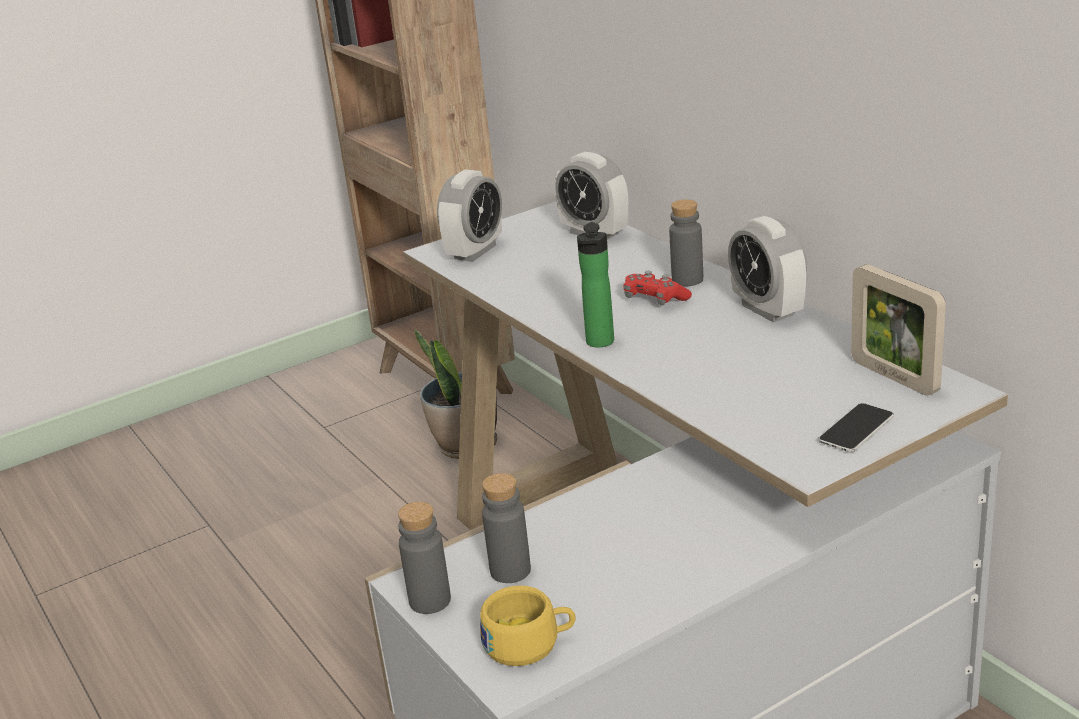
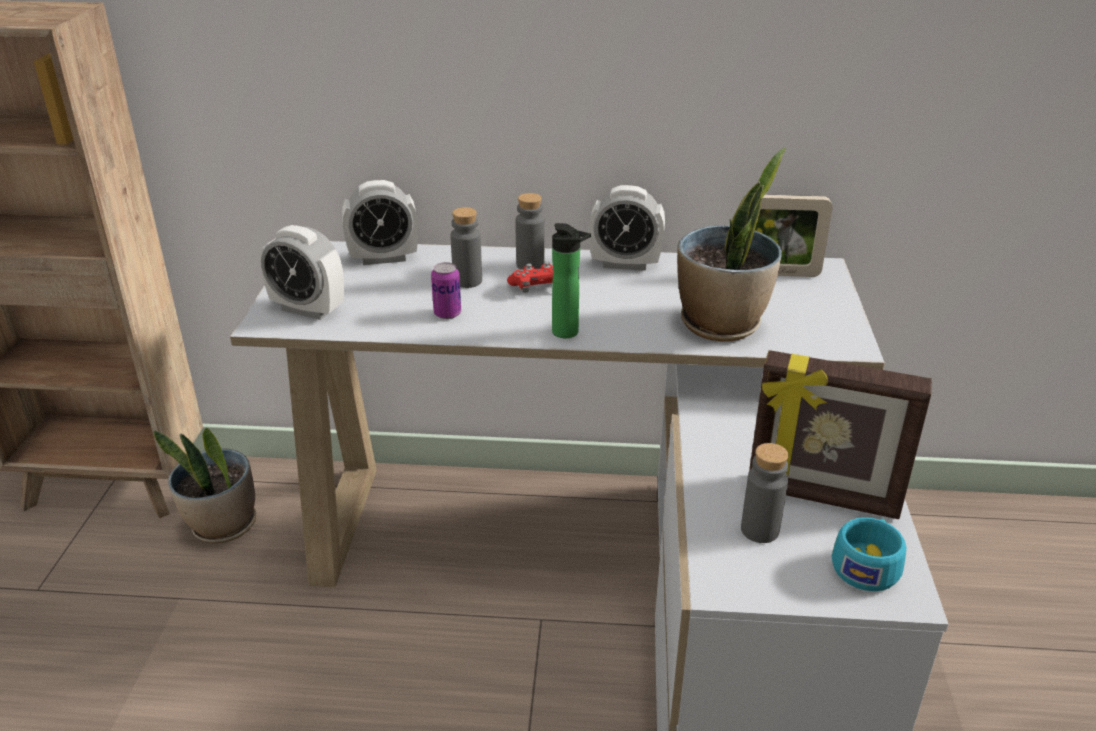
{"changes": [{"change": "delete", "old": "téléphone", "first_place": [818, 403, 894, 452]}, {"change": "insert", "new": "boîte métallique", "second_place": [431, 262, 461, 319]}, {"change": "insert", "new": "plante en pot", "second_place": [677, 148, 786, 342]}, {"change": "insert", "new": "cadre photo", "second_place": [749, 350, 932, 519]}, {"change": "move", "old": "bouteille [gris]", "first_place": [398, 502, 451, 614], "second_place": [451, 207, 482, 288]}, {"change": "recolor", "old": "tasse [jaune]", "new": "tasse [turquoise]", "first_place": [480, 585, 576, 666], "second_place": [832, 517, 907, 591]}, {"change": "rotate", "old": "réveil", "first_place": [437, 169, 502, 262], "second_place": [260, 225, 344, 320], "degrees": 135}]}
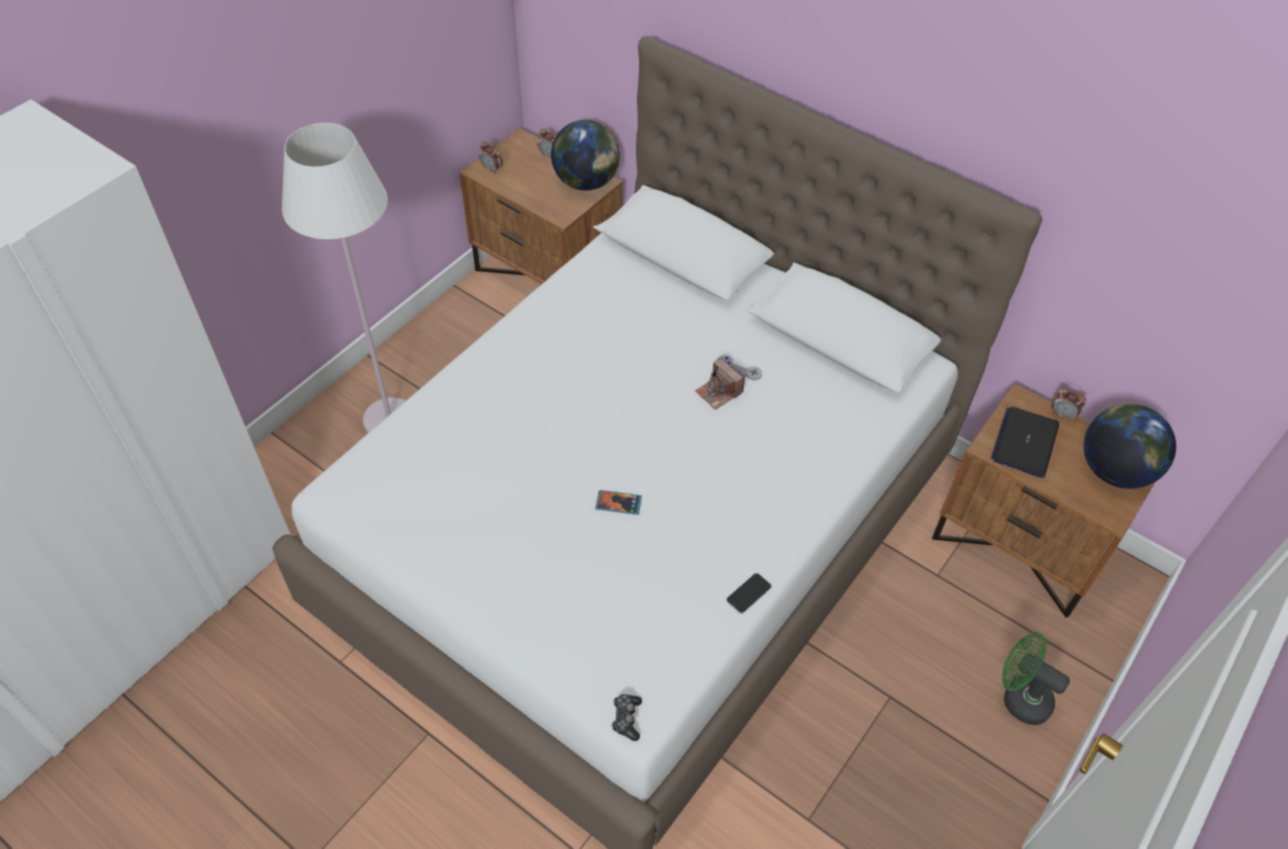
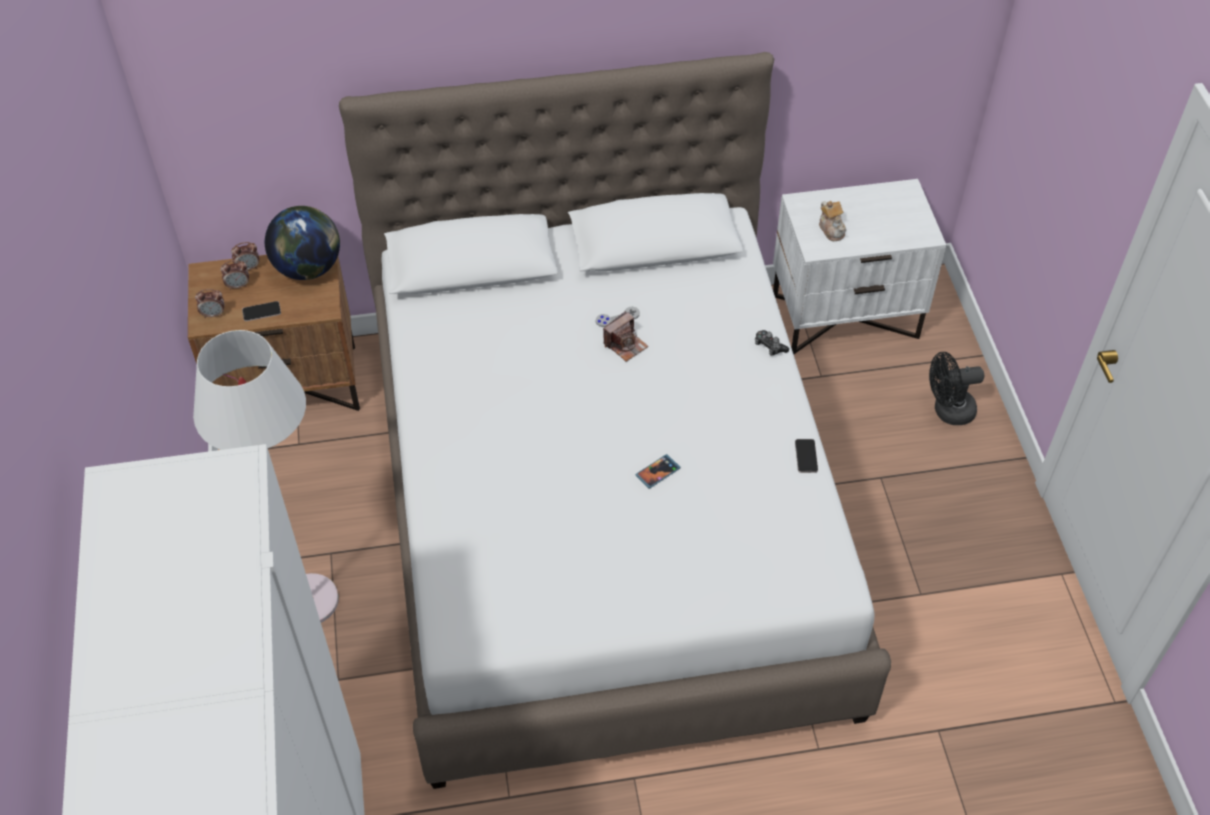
{"changes": [{"change": "delete", "old": "globe", "first_place": [1084, 404, 1176, 489]}, {"change": "insert", "new": "téléphone", "second_place": [242, 301, 281, 321]}, {"change": "move", "old": "manette", "first_place": [611, 694, 642, 741], "second_place": [755, 330, 789, 356]}, {"change": "move", "old": "réveil", "first_place": [1052, 388, 1086, 421], "second_place": [220, 260, 249, 290]}, {"change": "replace", "old": "ordinateur portable", "new": "théière", "first_place": [991, 407, 1059, 478], "second_place": [819, 201, 846, 241]}, {"change": "recolor", "old": "table de chevet [marron]", "new": "table de chevet [blanc]", "first_place": [932, 384, 1155, 618], "second_place": [773, 179, 946, 354]}, {"change": "recolor", "old": "ventilateur [vert]", "new": "ventilateur [noir]", "first_place": [1002, 632, 1070, 725], "second_place": [929, 352, 984, 425]}, {"change": "rotate", "old": "appareil photo", "first_place": [695, 358, 745, 410], "second_place": [603, 311, 648, 362], "degrees": -45}]}
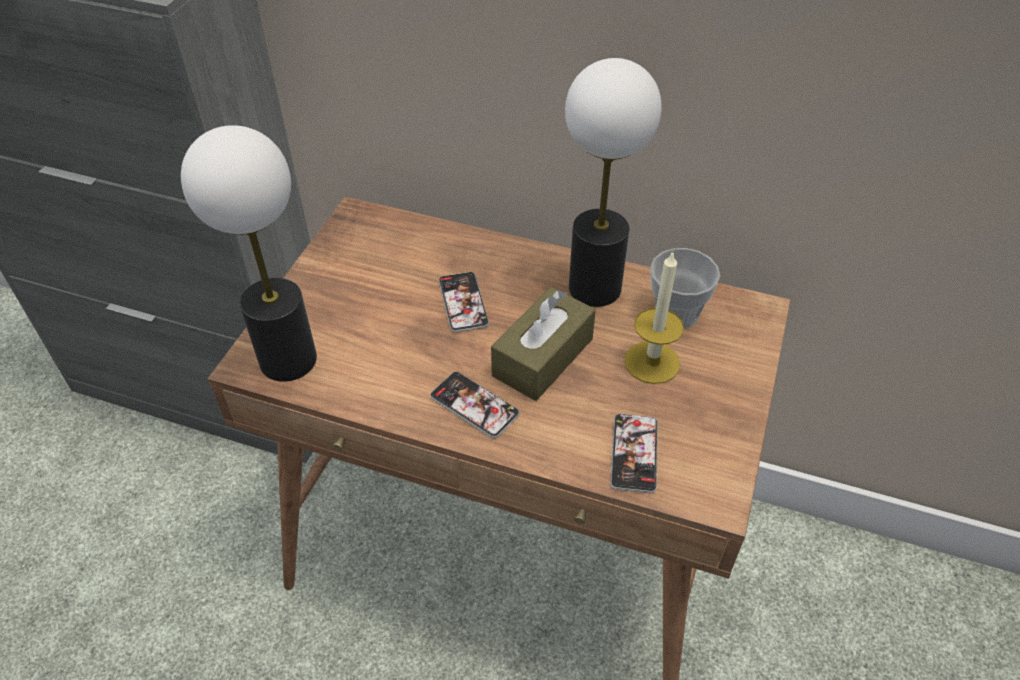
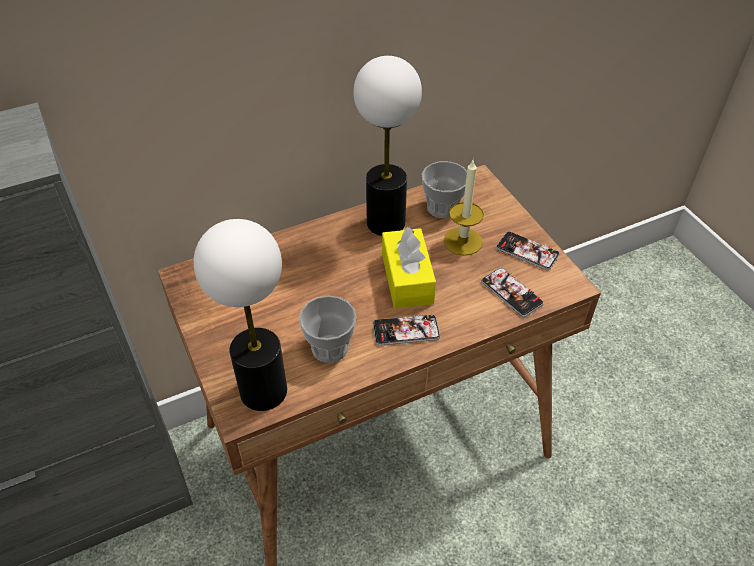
{"changes": [{"change": "insert", "new": "tasse", "second_place": [299, 296, 356, 363]}, {"change": "move", "old": "téléphone", "first_place": [438, 272, 489, 333], "second_place": [496, 232, 560, 270]}, {"change": "recolor", "old": "boîte à mouchoirs [marron]", "new": "boîte à mouchoirs [jaune]", "first_place": [491, 287, 596, 401], "second_place": [382, 227, 436, 309]}]}
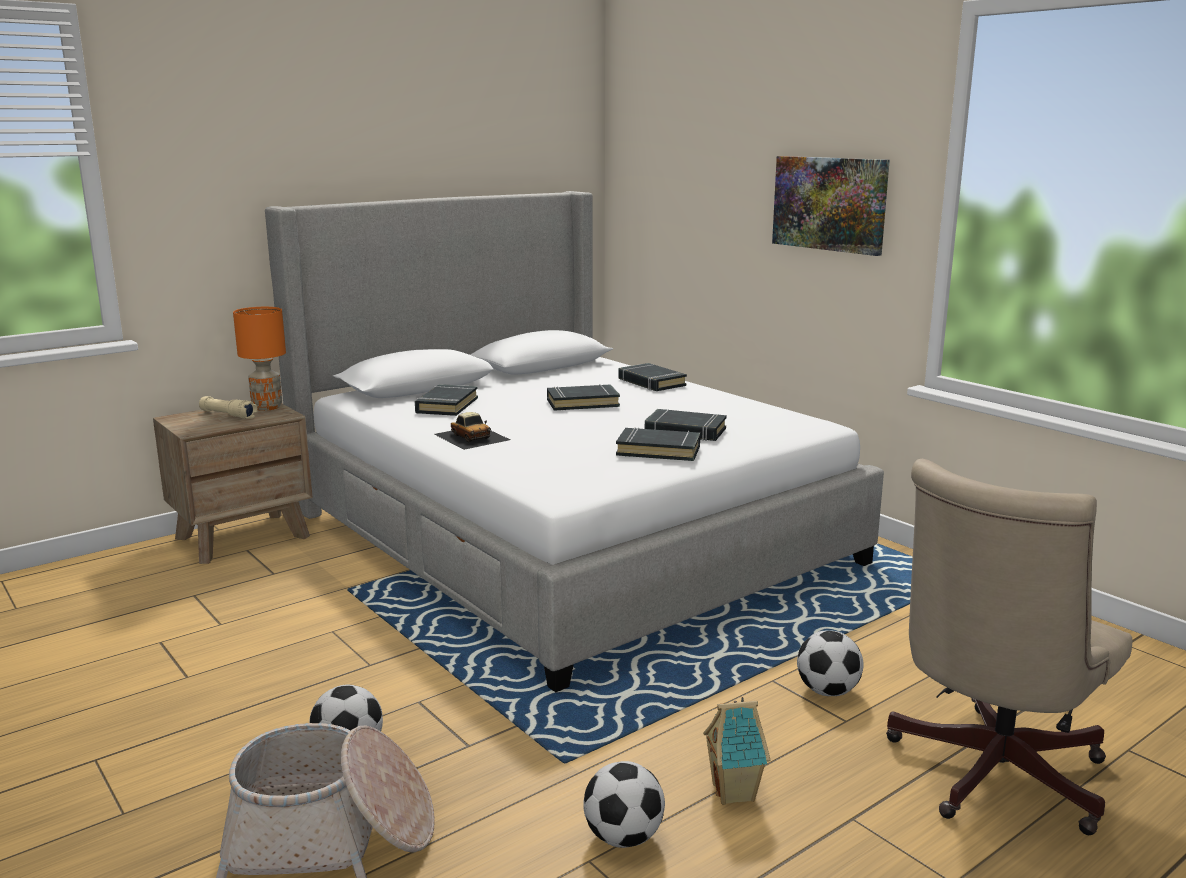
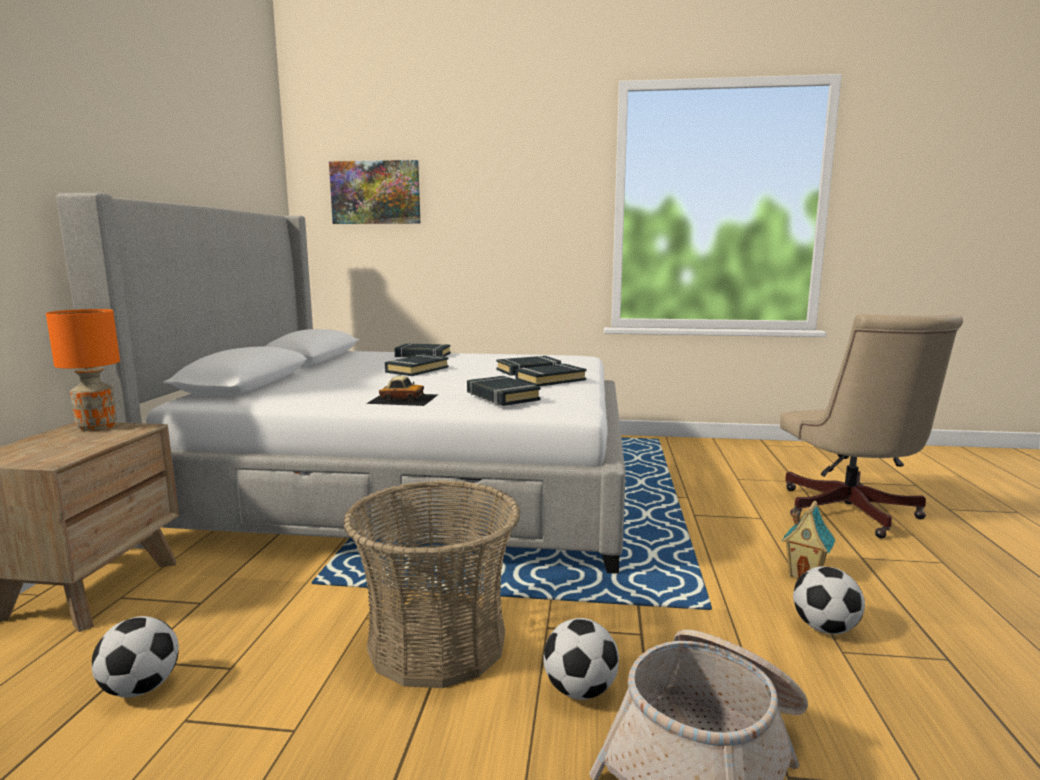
{"changes": [{"change": "delete", "old": "lampe de poche [beige]", "first_place": [199, 396, 258, 419]}, {"change": "insert", "new": "panier", "second_place": [343, 480, 520, 688]}, {"change": "move", "old": "livre [noir]", "first_place": [415, 384, 478, 416], "second_place": [467, 376, 541, 406]}, {"change": "move", "old": "tableau", "first_place": [772, 156, 890, 256], "second_place": [329, 160, 420, 224]}, {"change": "move", "old": "ballon de foot", "first_place": [797, 631, 864, 696], "second_place": [92, 616, 179, 698]}]}
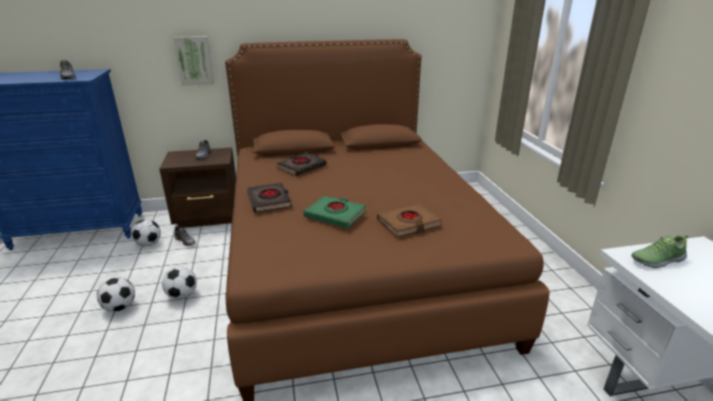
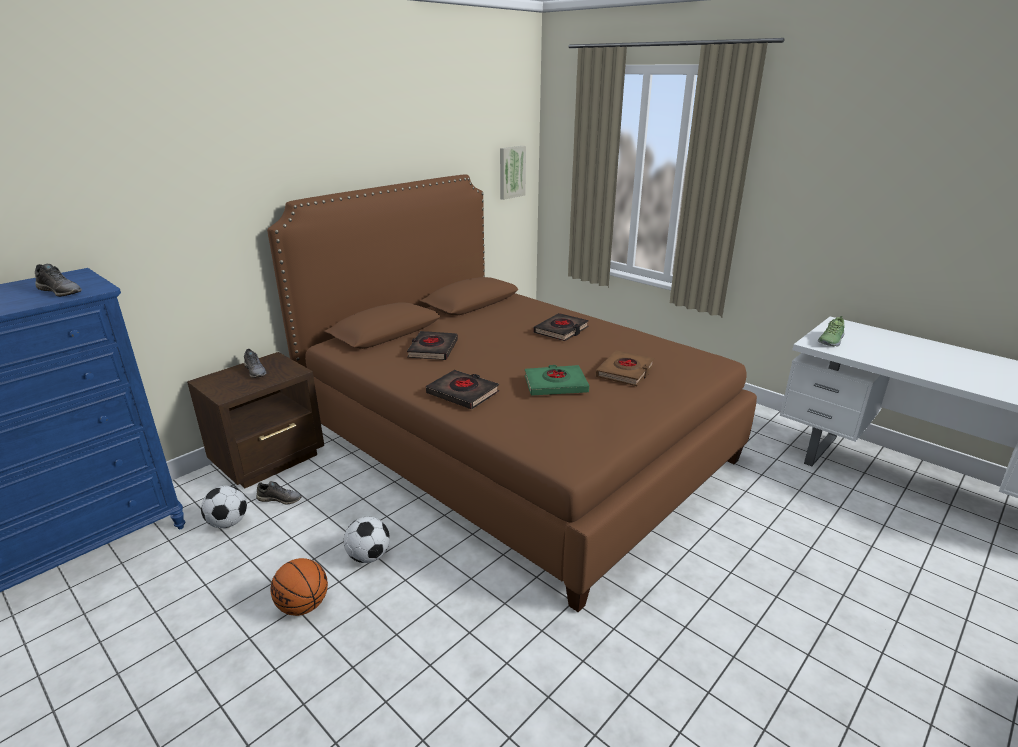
{"changes": [{"change": "insert", "new": "livre [noir]", "second_place": [533, 313, 589, 341]}, {"change": "move", "old": "tableau", "first_place": [173, 36, 214, 86], "second_place": [500, 146, 526, 200]}, {"change": "replace", "old": "ballon de foot", "new": "ballon de basket", "first_place": [97, 277, 135, 312], "second_place": [270, 558, 328, 616]}]}
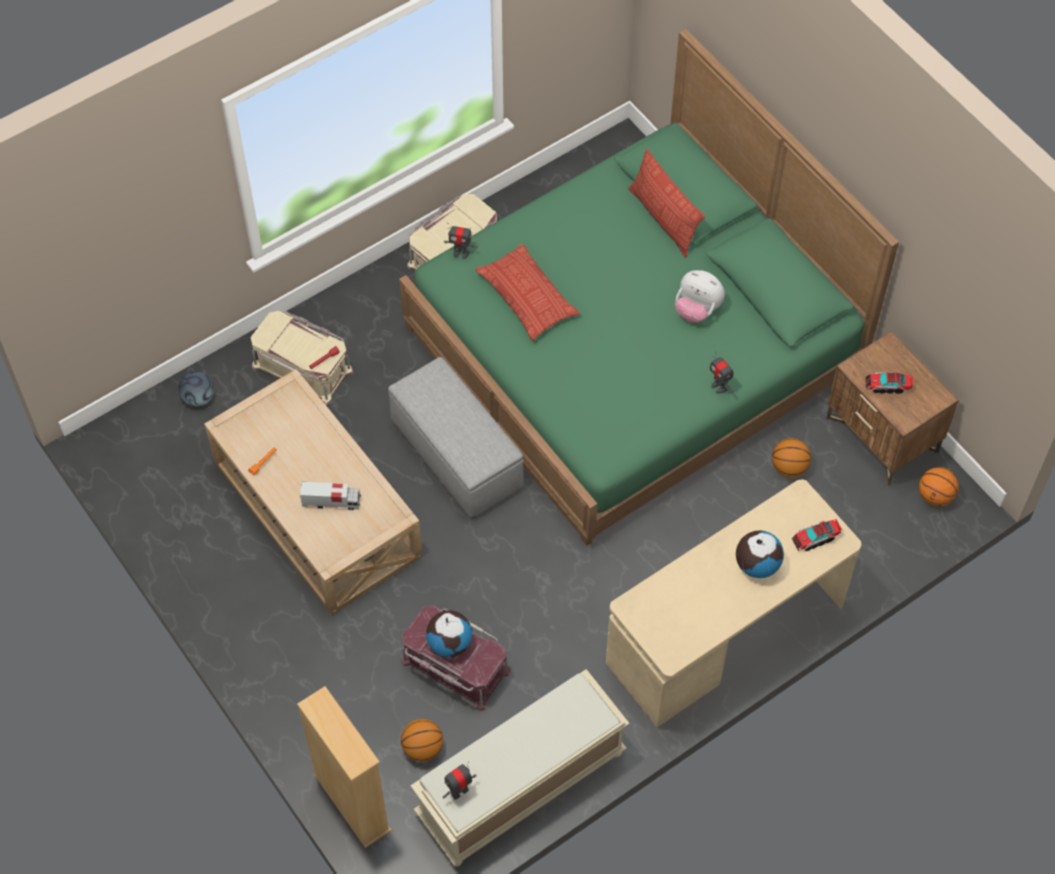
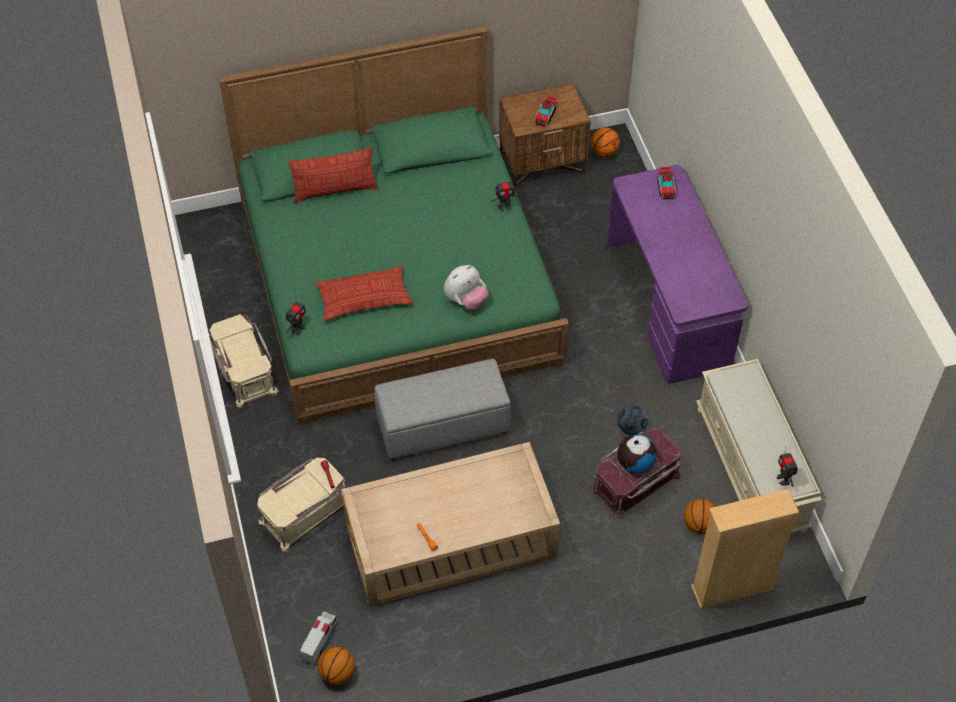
{"changes": [{"change": "delete", "old": "globe", "first_place": [736, 530, 784, 578]}, {"change": "move", "old": "ballon de foot", "first_place": [179, 371, 214, 406], "second_place": [617, 405, 649, 435]}, {"change": "move", "old": "camion jouet", "first_place": [300, 482, 361, 510], "second_place": [300, 611, 337, 665]}, {"change": "move", "old": "peluche", "first_place": [675, 270, 725, 323], "second_place": [444, 265, 489, 310]}, {"change": "move", "old": "ballon de basket", "first_place": [772, 438, 811, 477], "second_place": [318, 647, 355, 685]}, {"change": "recolor", "old": "bureau [beige]", "new": "bureau [violet]", "first_place": [606, 479, 861, 727], "second_place": [607, 165, 749, 384]}]}
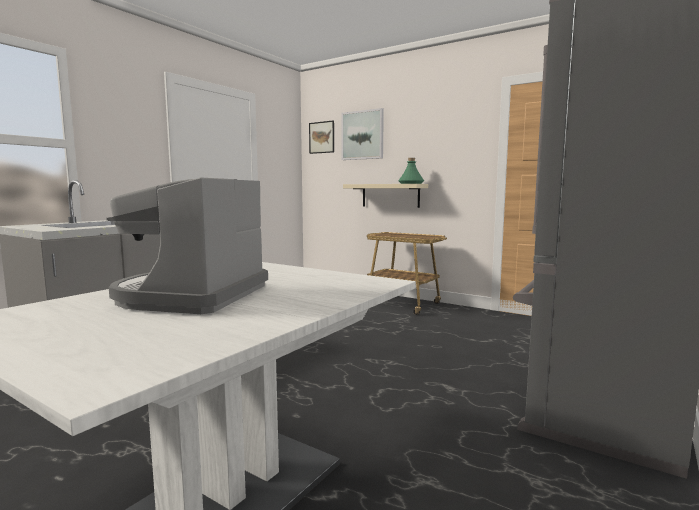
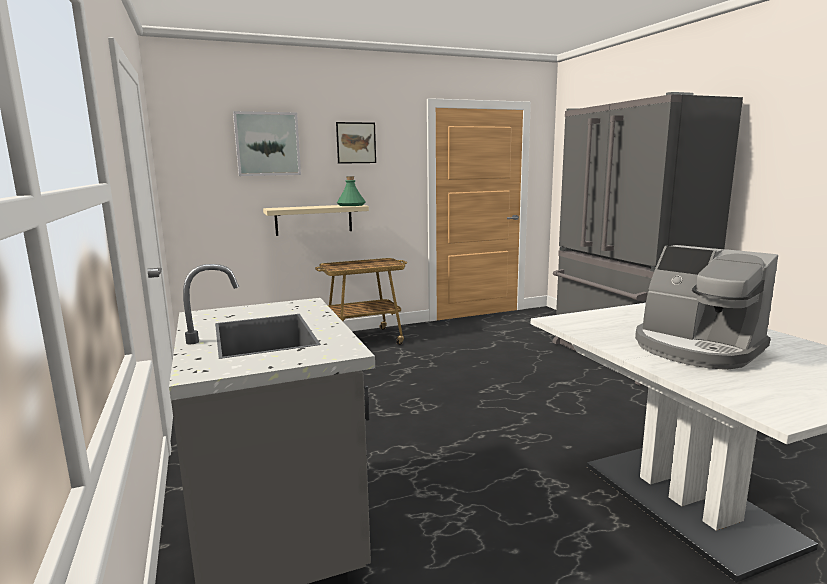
{"changes": [{"change": "move", "old": "tableau", "first_place": [309, 121, 334, 154], "second_place": [336, 122, 376, 164]}]}
